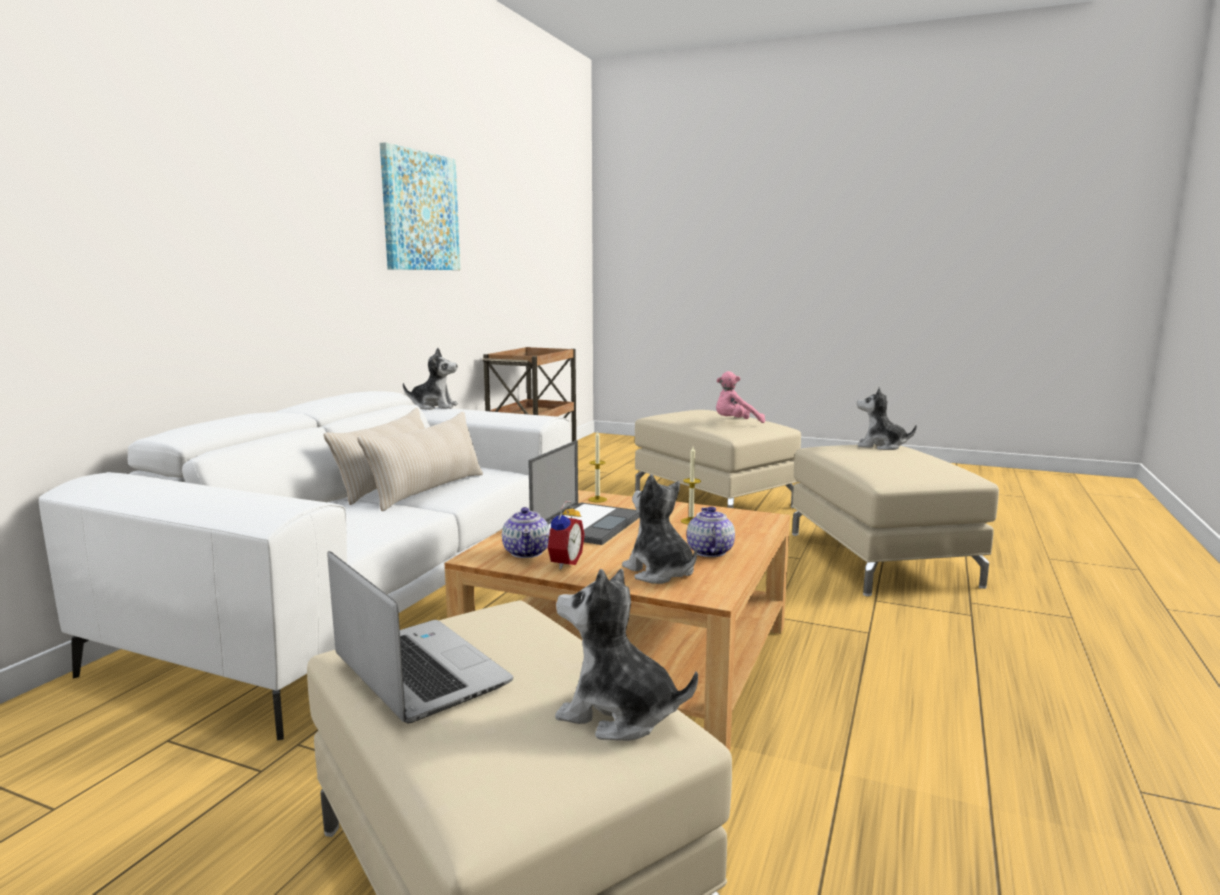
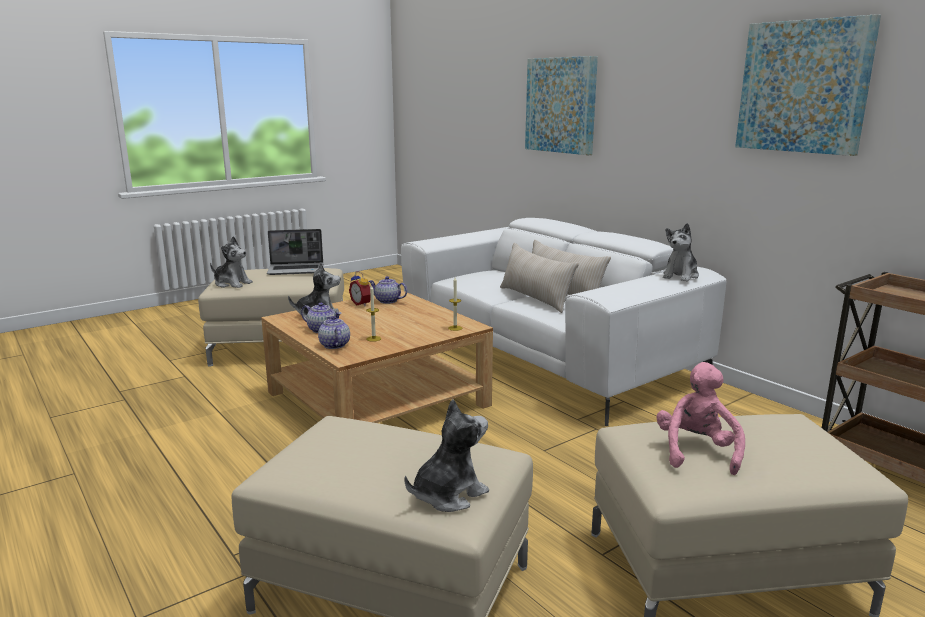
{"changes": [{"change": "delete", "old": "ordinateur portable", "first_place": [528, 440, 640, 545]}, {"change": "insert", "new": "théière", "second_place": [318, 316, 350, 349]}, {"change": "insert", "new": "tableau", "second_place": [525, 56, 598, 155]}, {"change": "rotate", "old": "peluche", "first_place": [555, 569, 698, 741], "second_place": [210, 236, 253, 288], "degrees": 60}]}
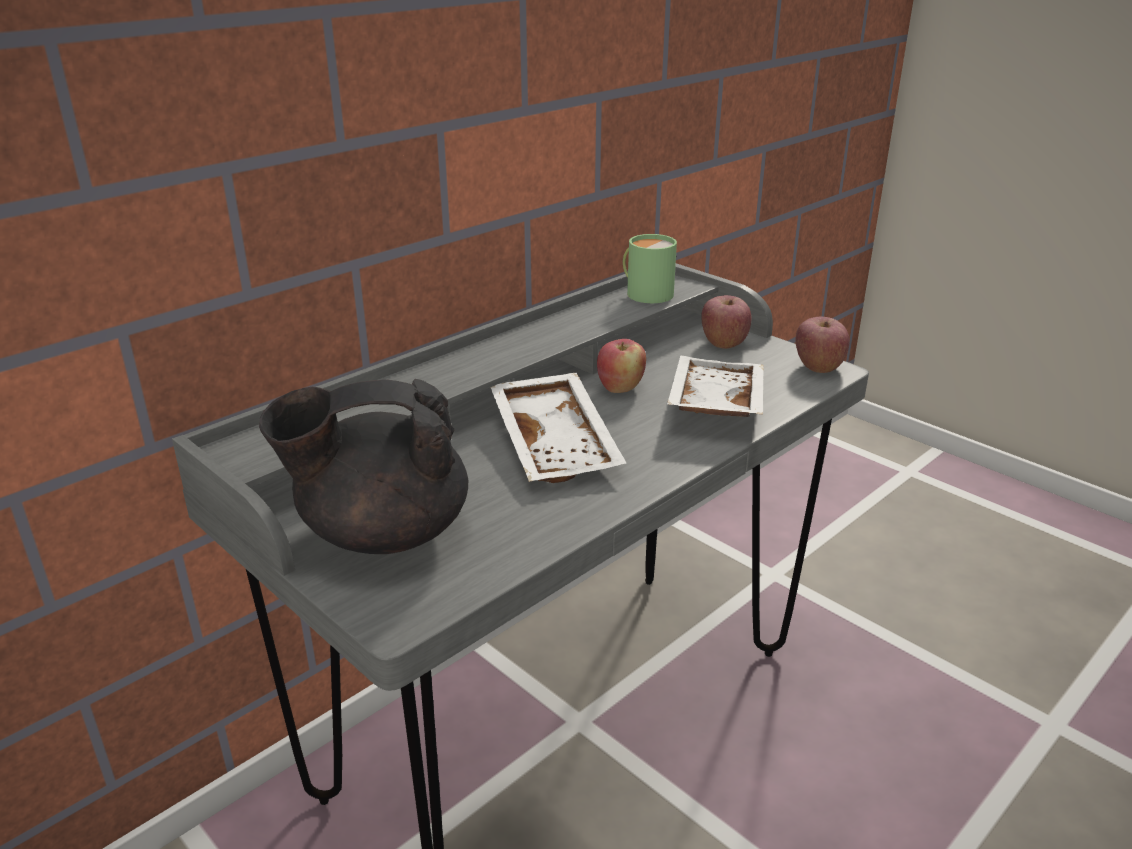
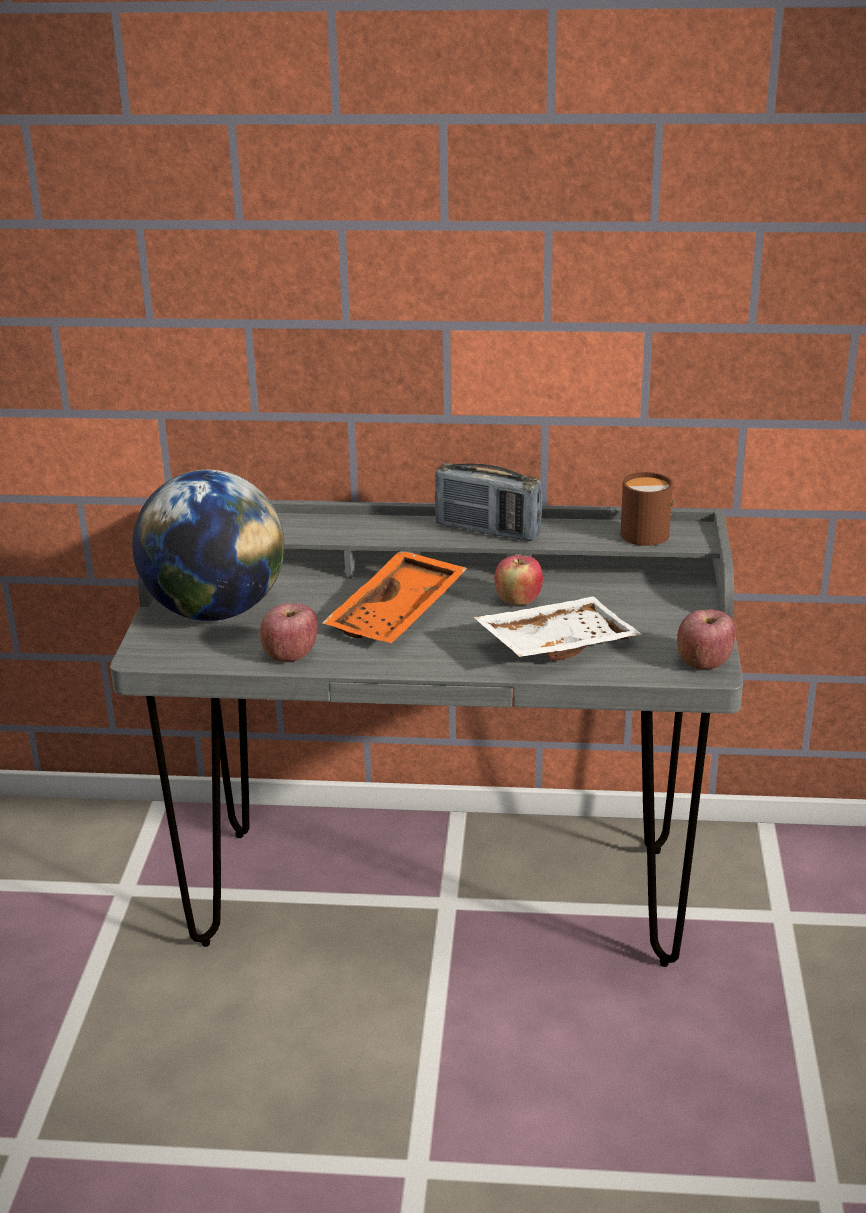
{"changes": [{"change": "insert", "new": "radio", "second_place": [435, 463, 542, 541]}, {"change": "move", "old": "pomme", "first_place": [701, 295, 751, 349], "second_place": [260, 603, 318, 661]}, {"change": "replace", "old": "théière [noir]", "new": "globe", "first_place": [259, 379, 468, 554], "second_place": [132, 470, 284, 621]}, {"change": "recolor", "old": "plateau [blanc]", "new": "plateau [orange]", "first_place": [490, 373, 627, 483], "second_place": [323, 551, 467, 643]}, {"change": "recolor", "old": "mug [vert]", "new": "mug [marron]", "first_place": [623, 234, 677, 303], "second_place": [620, 472, 673, 546]}]}
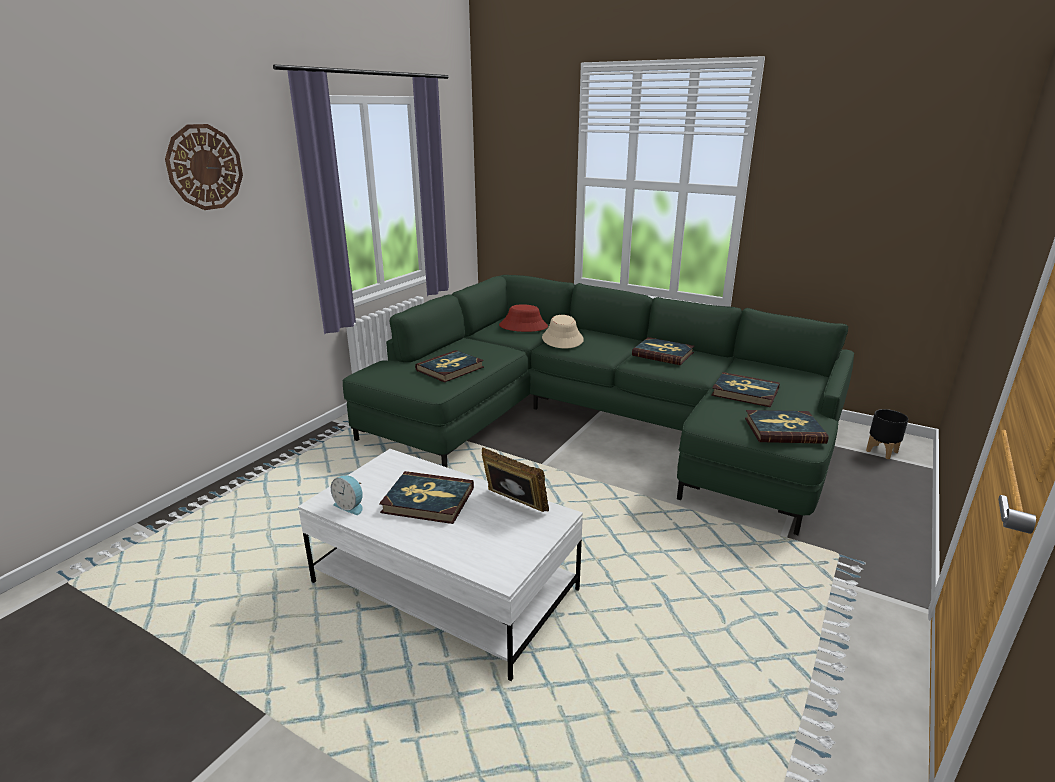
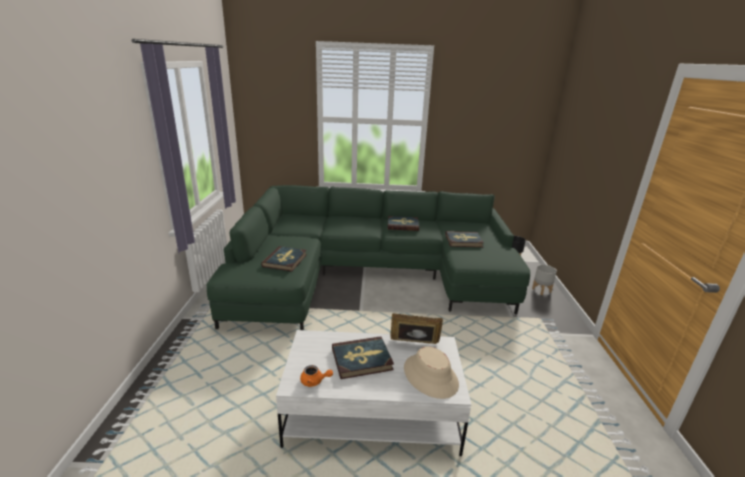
{"changes": [{"change": "delete", "old": "horloge murale", "first_place": [165, 124, 243, 210]}, {"change": "delete", "old": "chapeau [rouge]", "first_place": [499, 304, 548, 332]}, {"change": "delete", "old": "livre", "first_place": [745, 410, 829, 444]}, {"change": "insert", "new": "cache-pot [gris]", "second_place": [532, 265, 557, 295]}, {"change": "move", "old": "chapeau [beige]", "first_place": [542, 315, 584, 348], "second_place": [404, 346, 459, 399]}, {"change": "replace", "old": "réveil", "new": "théière [orange]", "first_place": [331, 475, 363, 515], "second_place": [300, 365, 333, 387]}]}
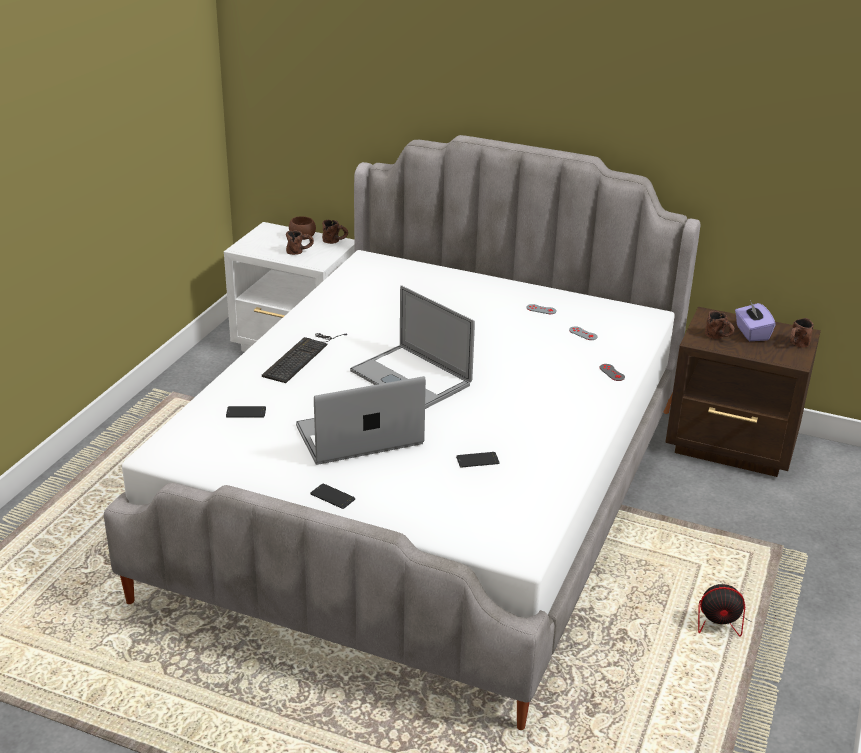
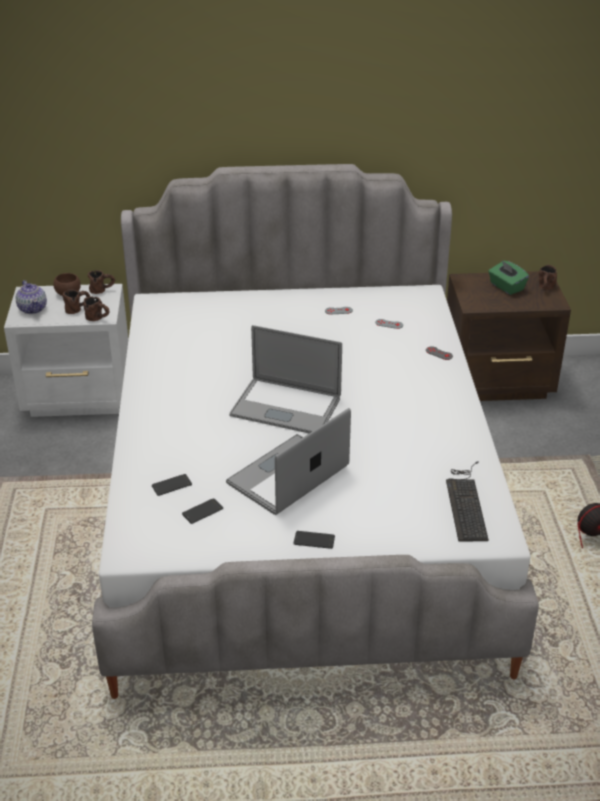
{"changes": [{"change": "insert", "new": "théière", "second_place": [16, 280, 47, 314]}, {"change": "move", "old": "clavier", "first_place": [262, 333, 347, 383], "second_place": [446, 462, 489, 542]}, {"change": "move", "old": "téléphone", "first_place": [456, 452, 500, 467], "second_place": [182, 498, 223, 524]}, {"change": "move", "old": "mug [marron]", "first_place": [705, 311, 735, 339], "second_place": [84, 296, 110, 321]}, {"change": "recolor", "old": "boîte à mouchoirs [violet]", "new": "boîte à mouchoirs [vert]", "first_place": [735, 300, 776, 341], "second_place": [488, 260, 529, 295]}]}
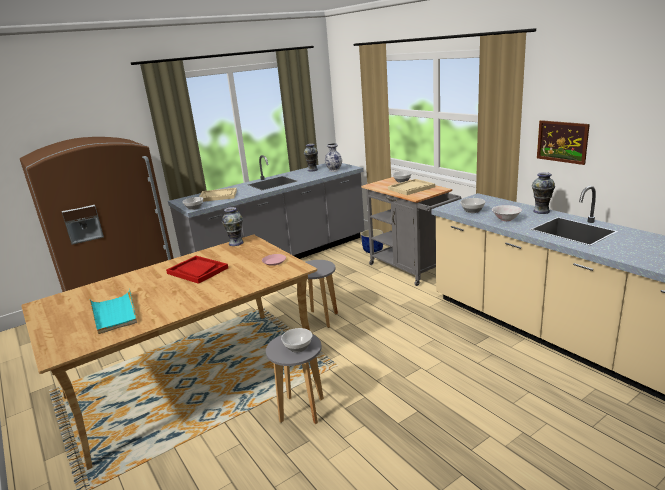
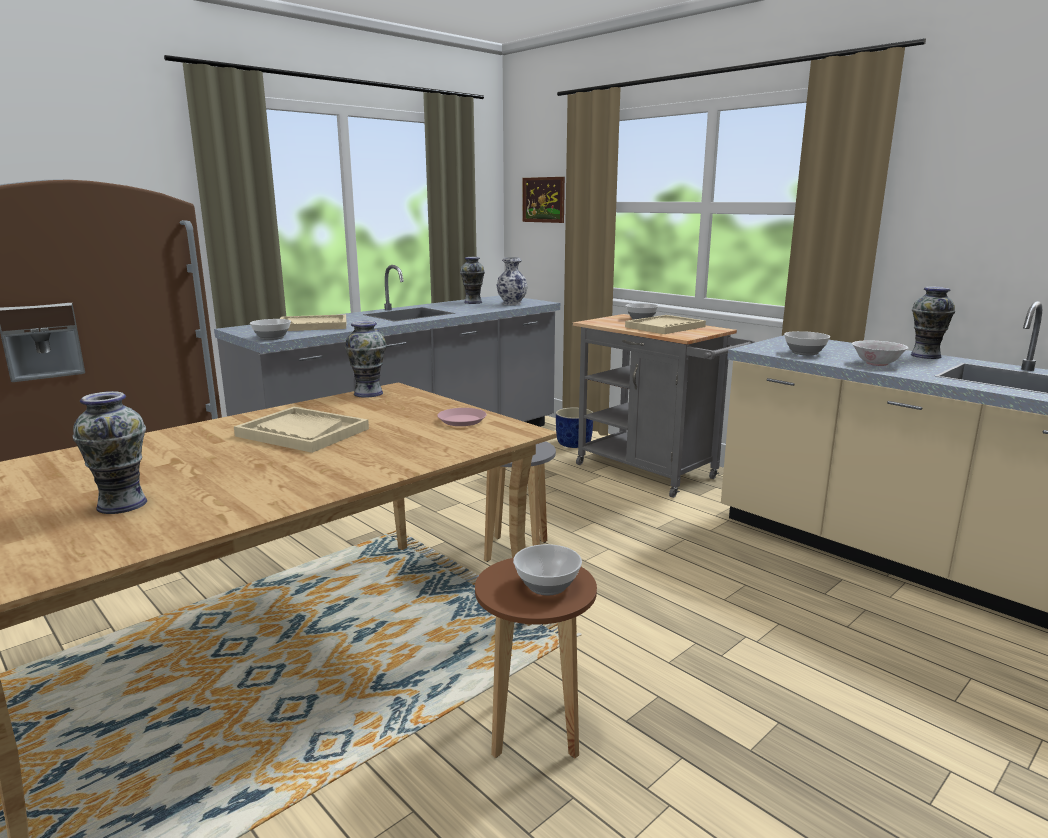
{"changes": [{"change": "move", "old": "tableau", "first_place": [537, 120, 590, 165], "second_place": [522, 177, 565, 223]}, {"change": "replace", "old": "plateau [turquoise]", "new": "vase", "first_place": [90, 289, 137, 334], "second_place": [73, 391, 147, 514]}, {"change": "recolor", "old": "plateau [rouge]", "new": "plateau [beige]", "first_place": [166, 256, 228, 284], "second_place": [234, 407, 369, 453]}, {"change": "recolor", "old": "tabouret [gris]", "new": "tabouret [marron]", "first_place": [266, 334, 324, 424], "second_place": [475, 558, 597, 758]}]}
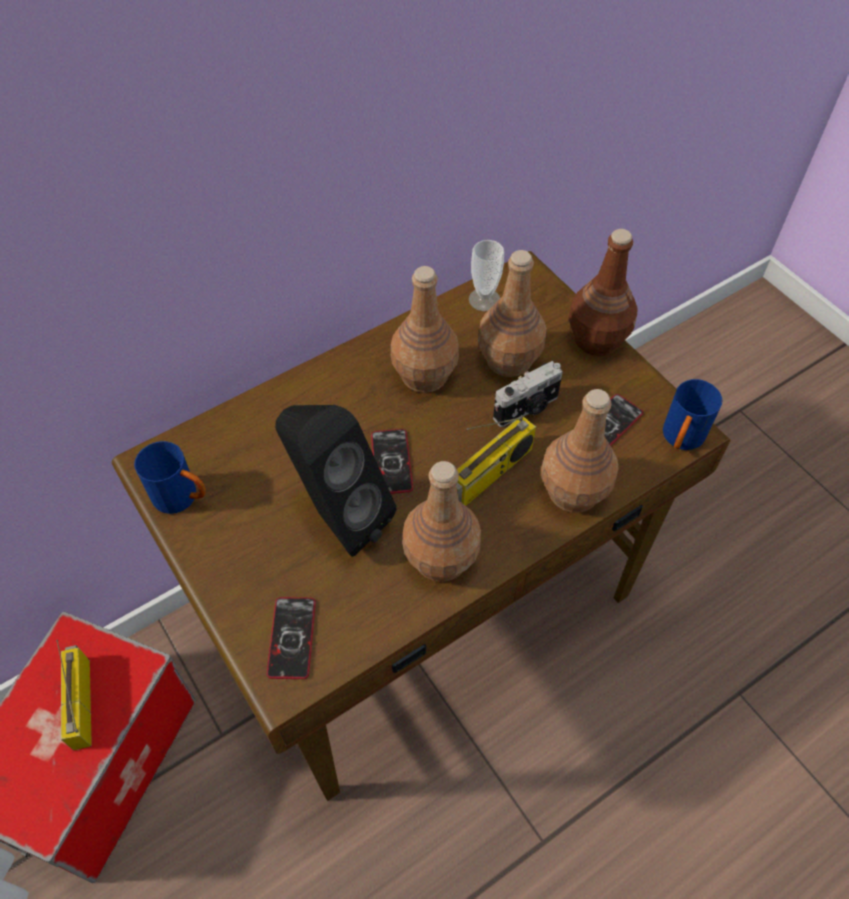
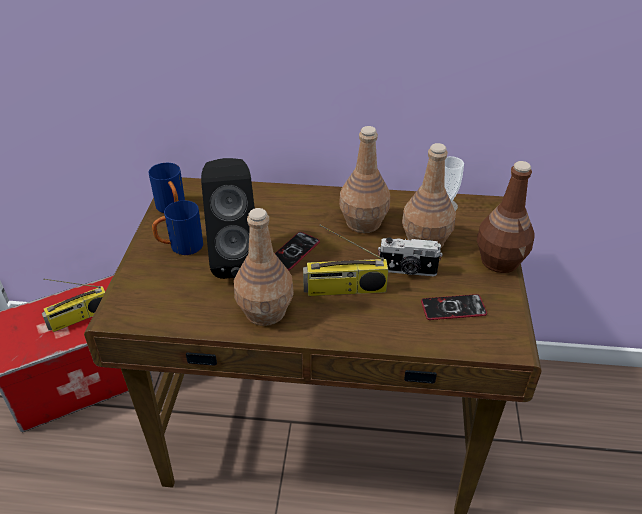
{"changes": [{"change": "delete", "old": "téléphone", "first_place": [267, 597, 316, 679]}, {"change": "delete", "old": "bouteille [marron]", "first_place": [541, 389, 619, 513]}, {"change": "move", "old": "mug [bleu]", "first_place": [663, 379, 723, 450], "second_place": [152, 201, 203, 255]}, {"change": "rotate", "old": "radio", "first_place": [56, 640, 92, 750], "second_place": [42, 278, 106, 332], "degrees": -150}]}
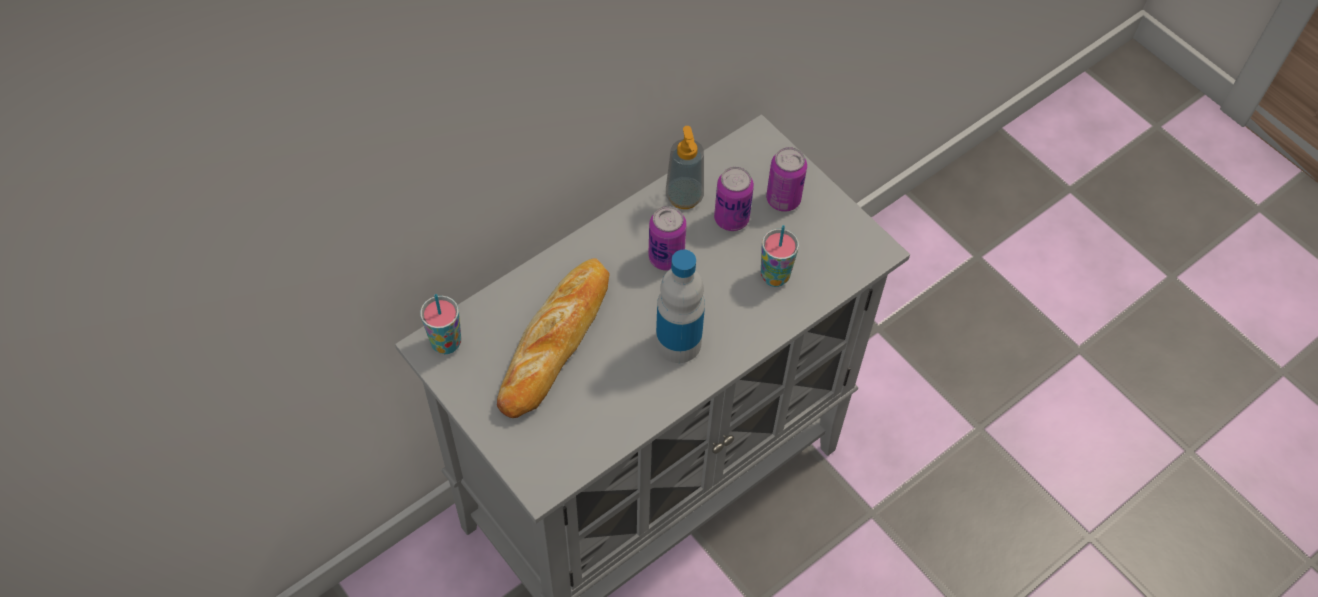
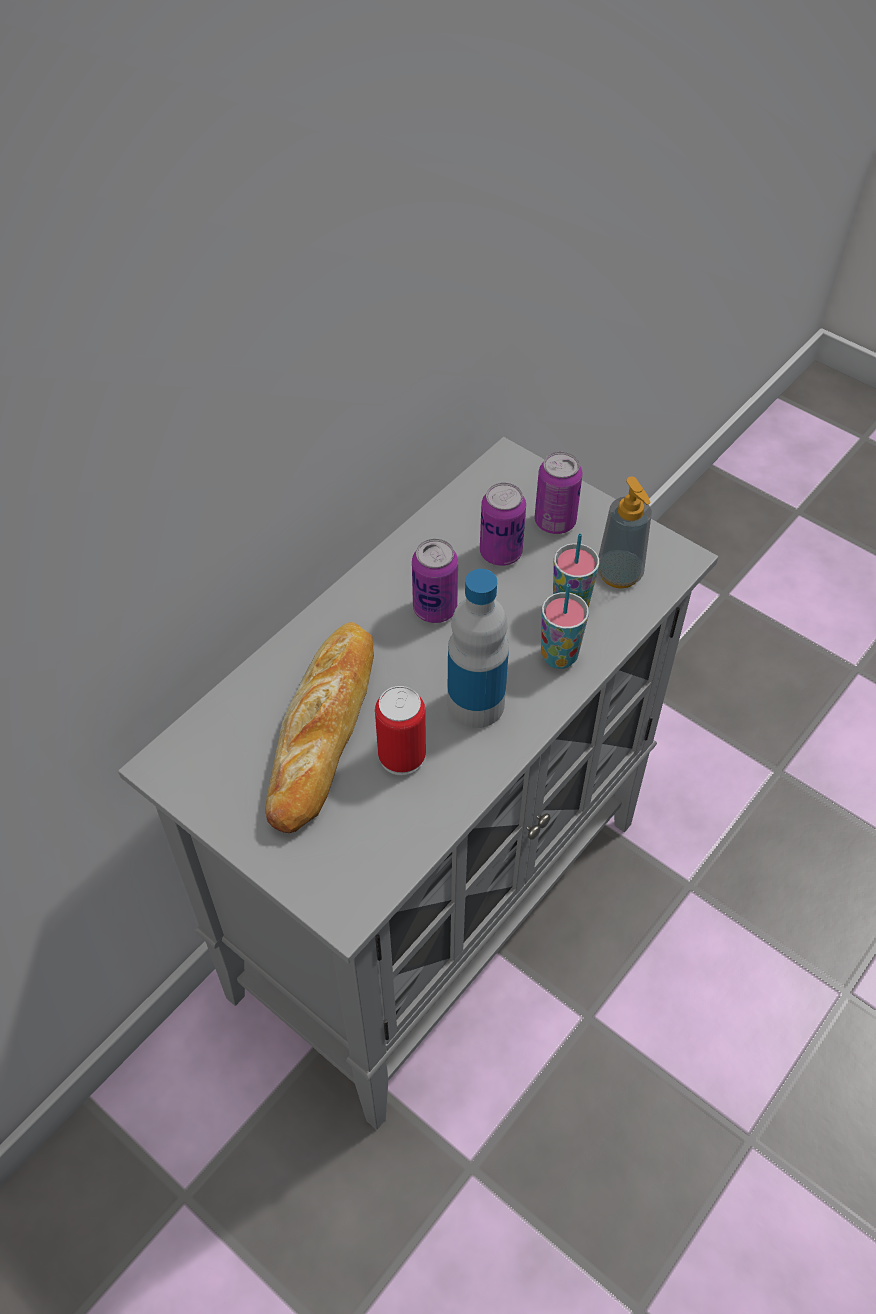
{"changes": [{"change": "insert", "new": "boîte métallique", "second_place": [375, 686, 426, 776]}, {"change": "move", "old": "tasse", "first_place": [420, 294, 461, 354], "second_place": [541, 584, 589, 669]}, {"change": "move", "old": "distributeur de savon", "first_place": [666, 126, 704, 209], "second_place": [598, 476, 652, 589]}]}
